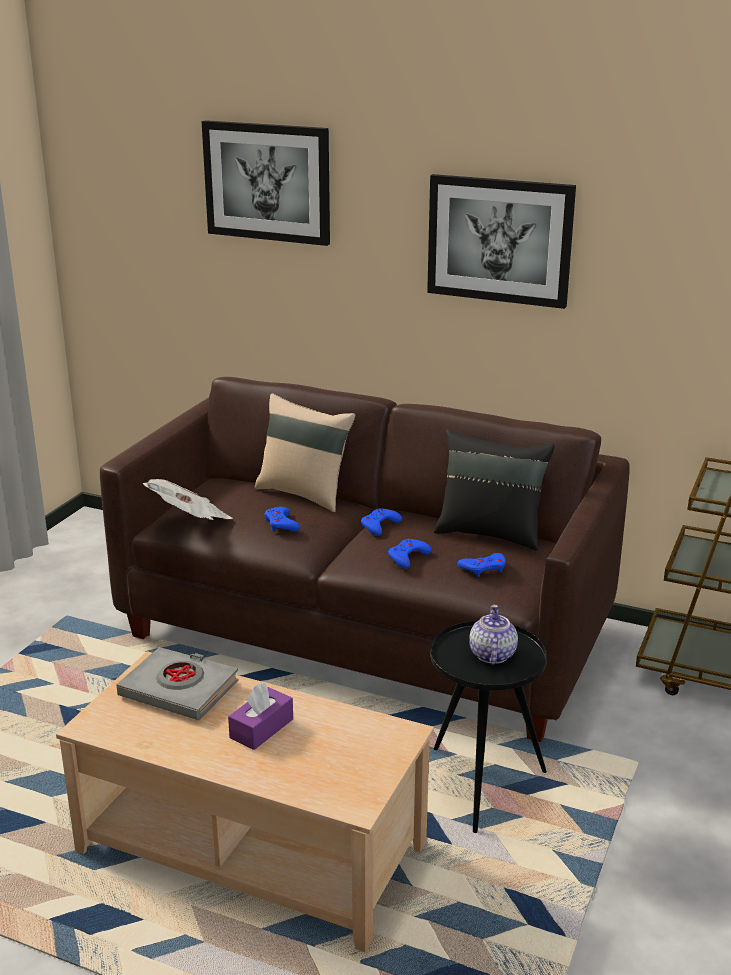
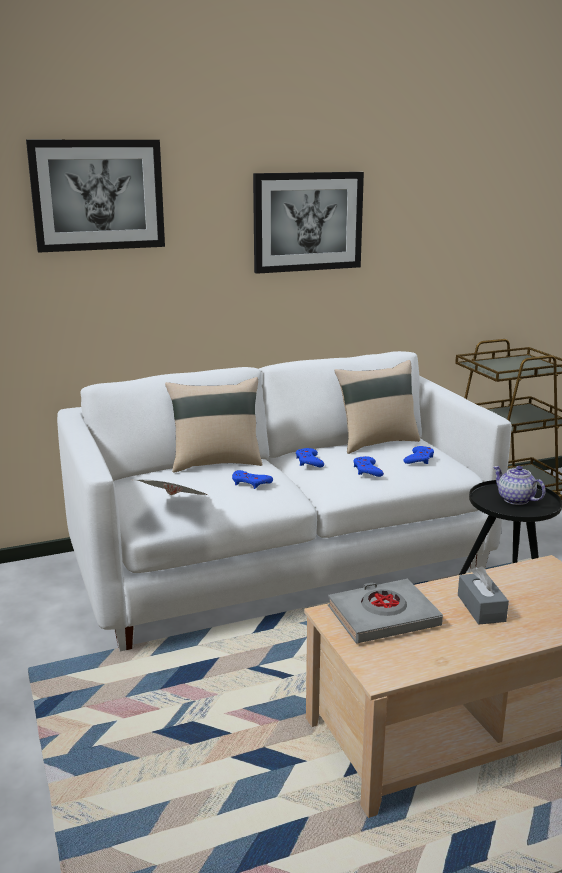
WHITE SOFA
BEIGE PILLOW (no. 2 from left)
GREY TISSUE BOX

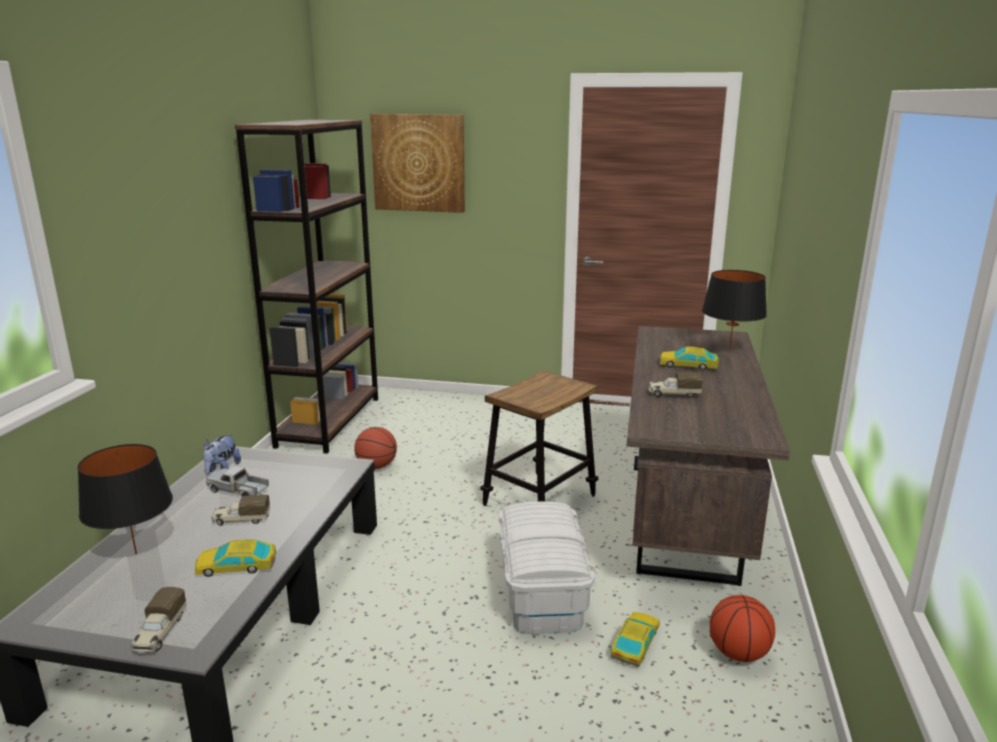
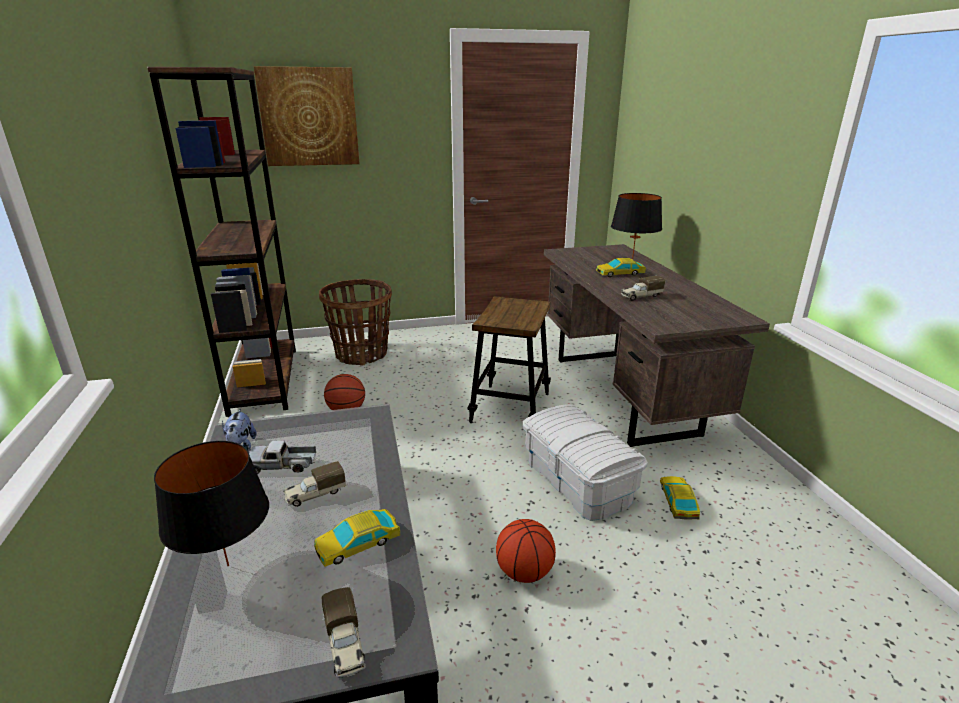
BASKET
BASKETBALL (no. 2 from left)

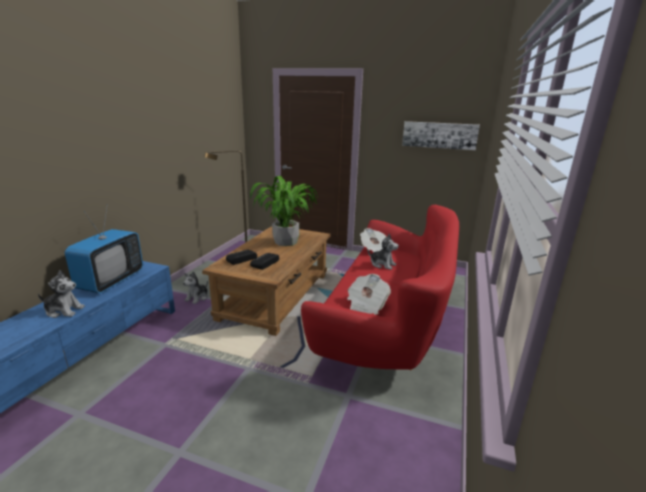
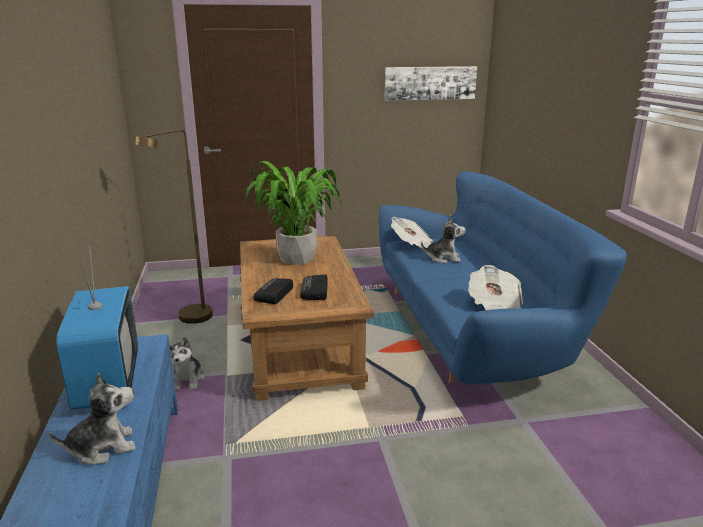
BLUE SOFA

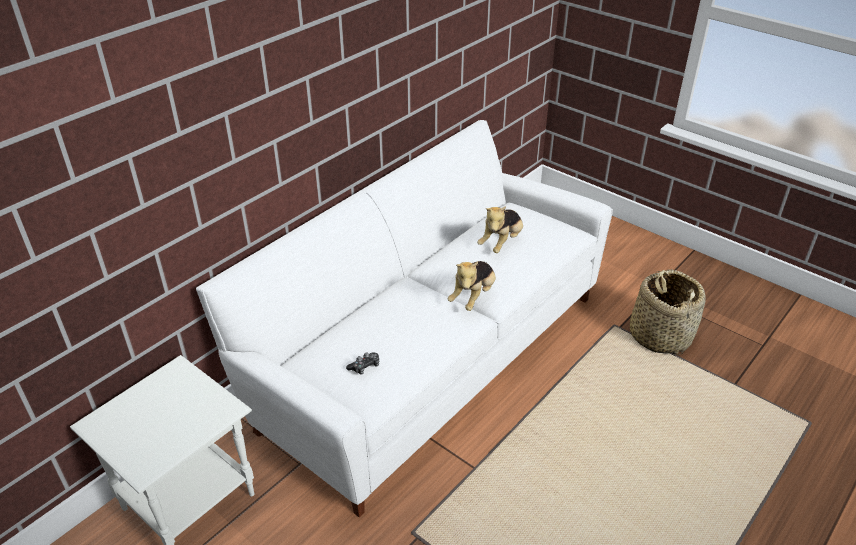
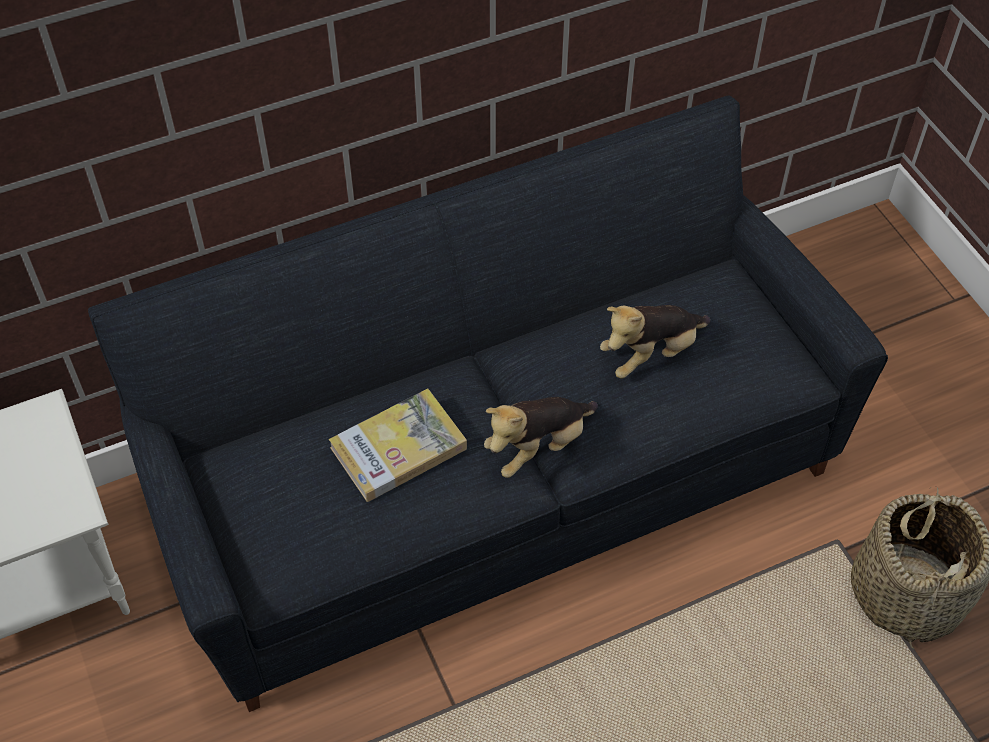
BLACK SOFA
BOOK
GAME CONTROLLER

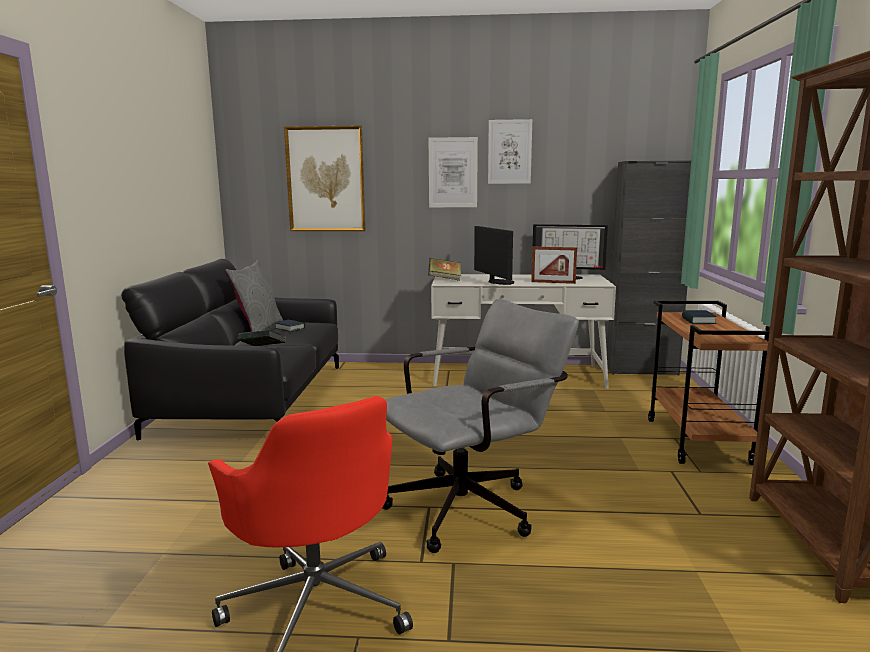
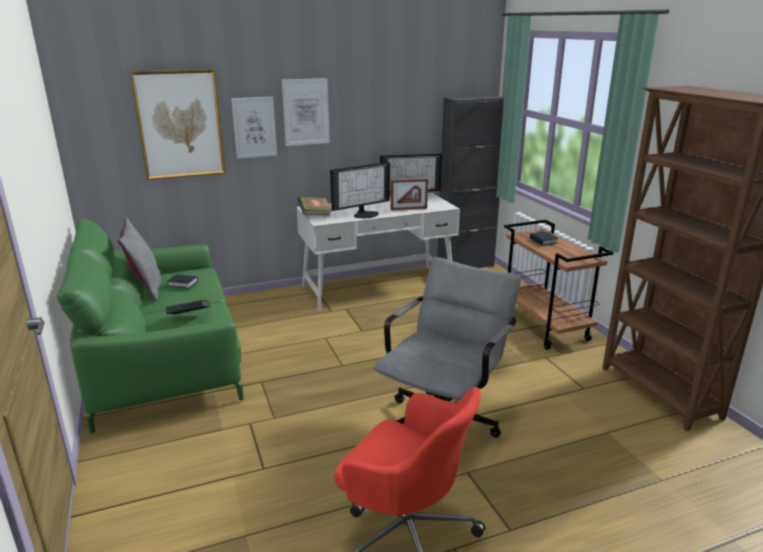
GREEN SOFA
PICTURE (no. 2 from left)
MONITOR (no. 1 from left)

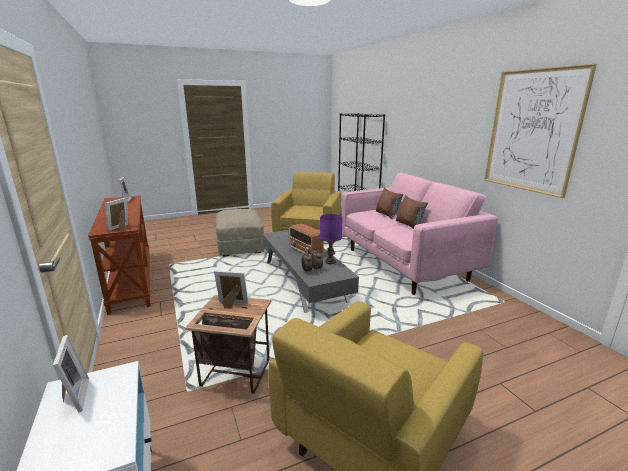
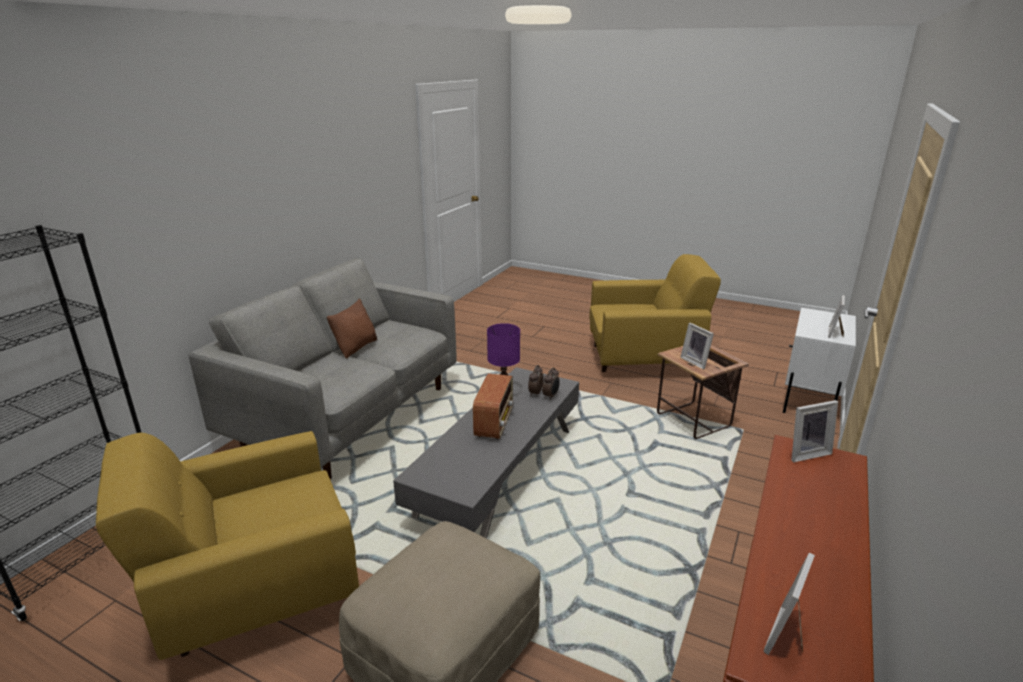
GREY SOFA
BROWN PILLOW (no. 1 from left in the first image)
PICTURE

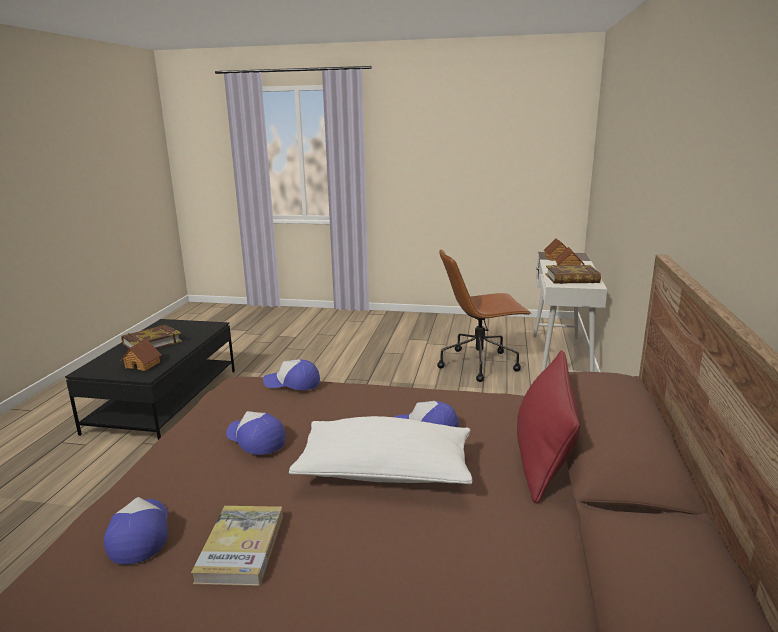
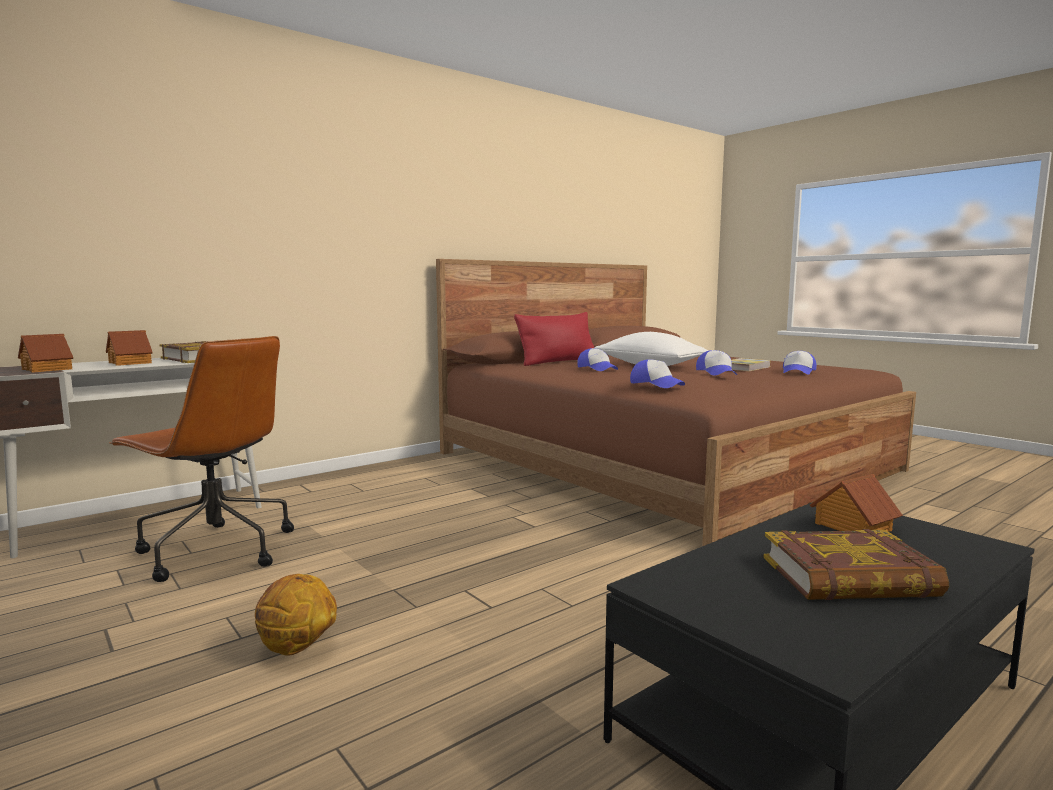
BASKETBALL

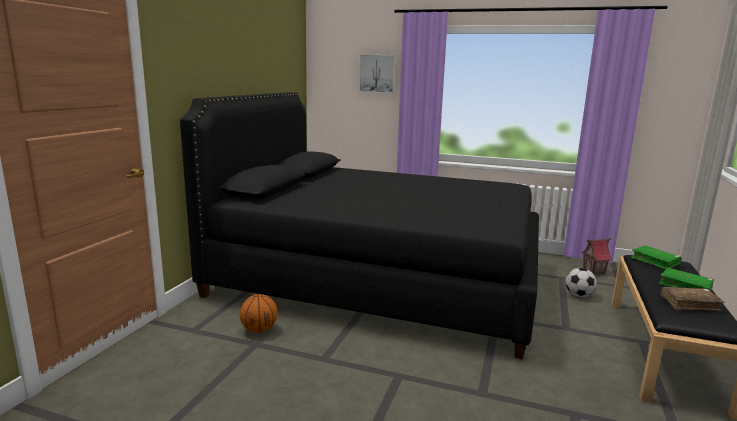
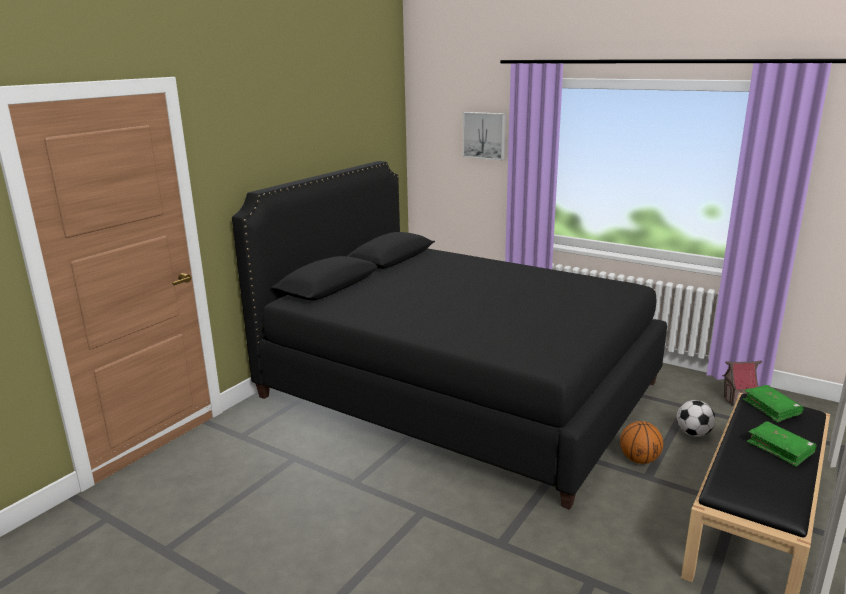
BASKETBALL
BROWN BOOK

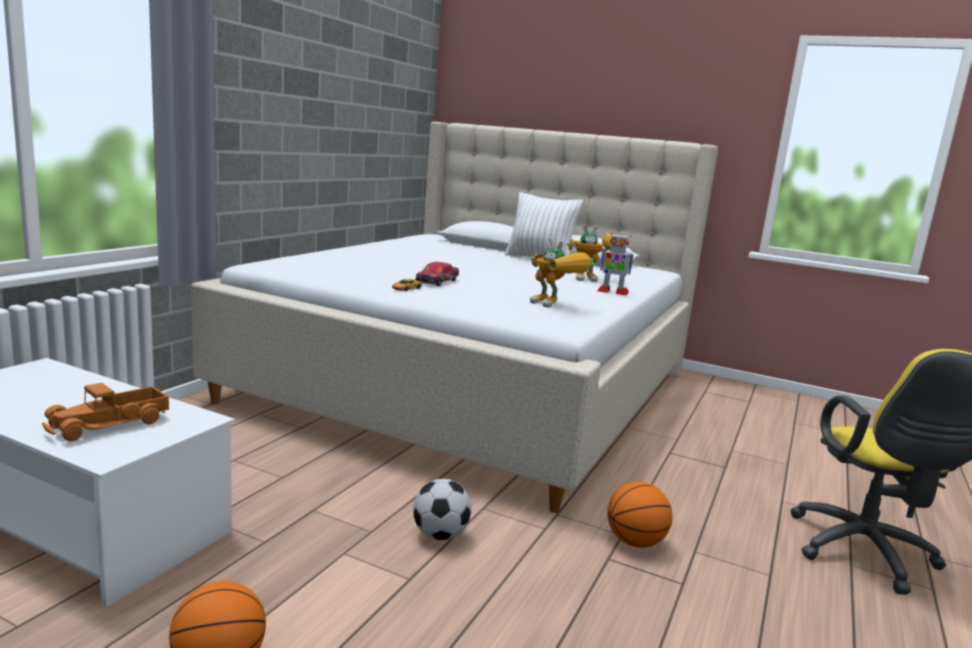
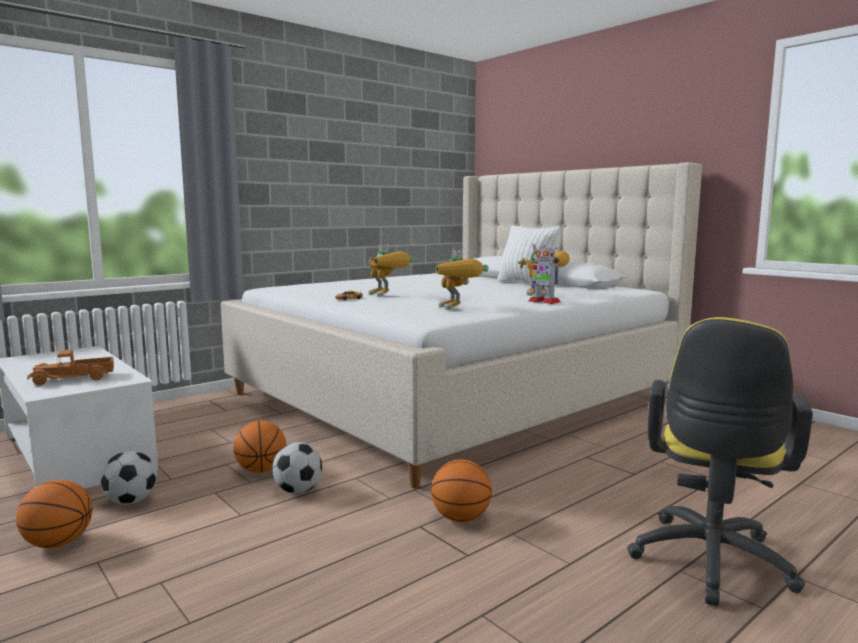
FOOTBALL (no. 1 from left)
BASKETBALL (no. 2 from left)
TOY ROBOT (no. 1 from left)

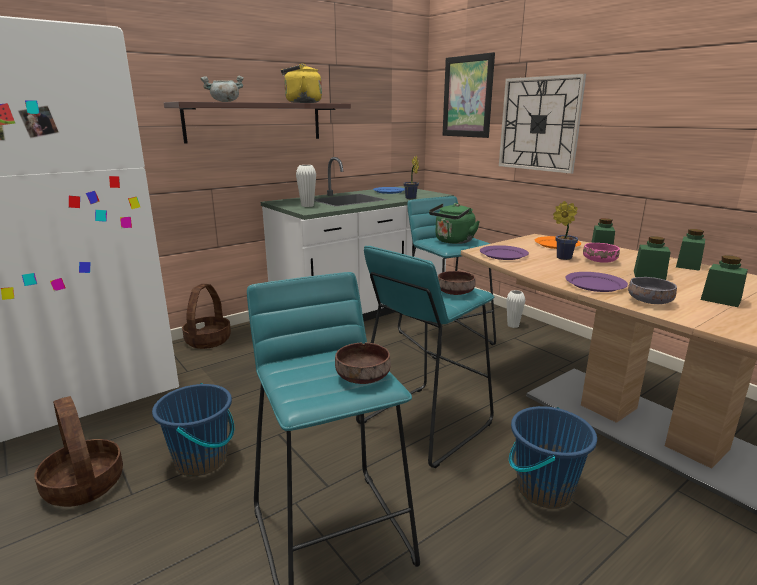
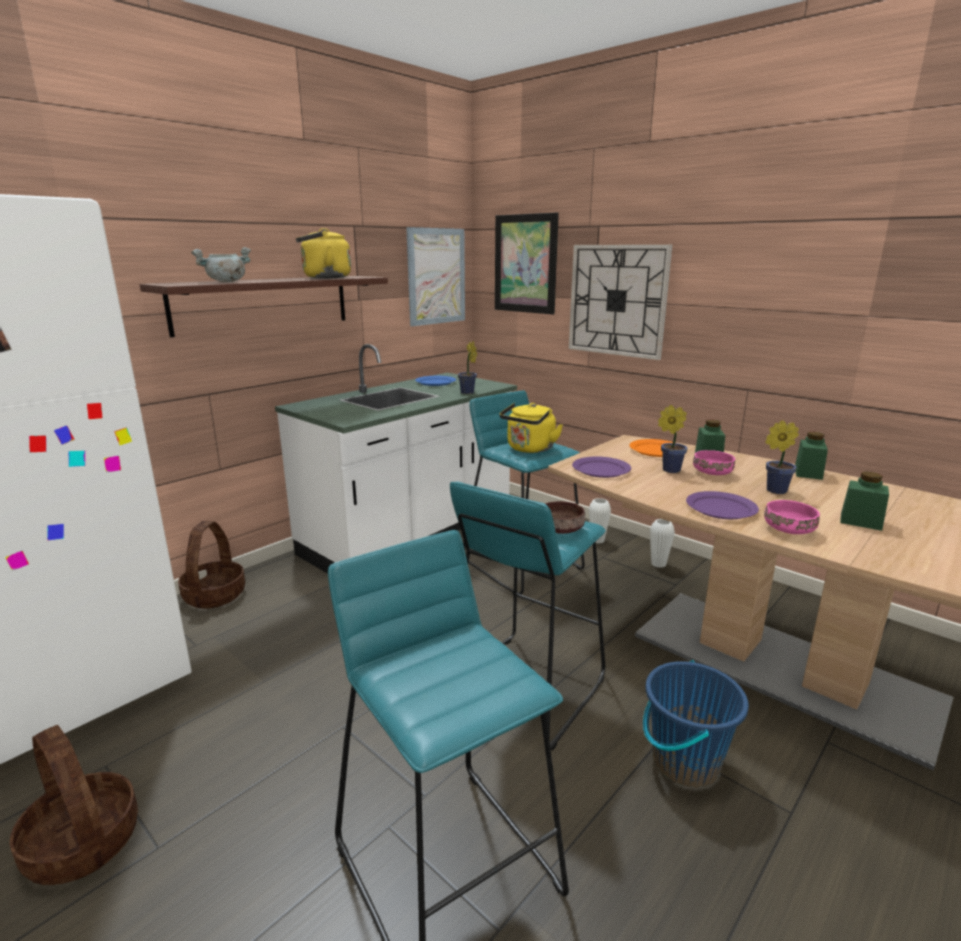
PICTURE (no. 1 from left)
YELLOW KETTLE (no. 2 from left)
WHITE VASE (no. 2 from left)
PINK BOWL (no. 2 from left)
POTTED PLANT (no. 3 from left)
BLUE BUCKET (no. 1 from left in the first image)
BROWN BOWL (no. 1 from left in the first image)

